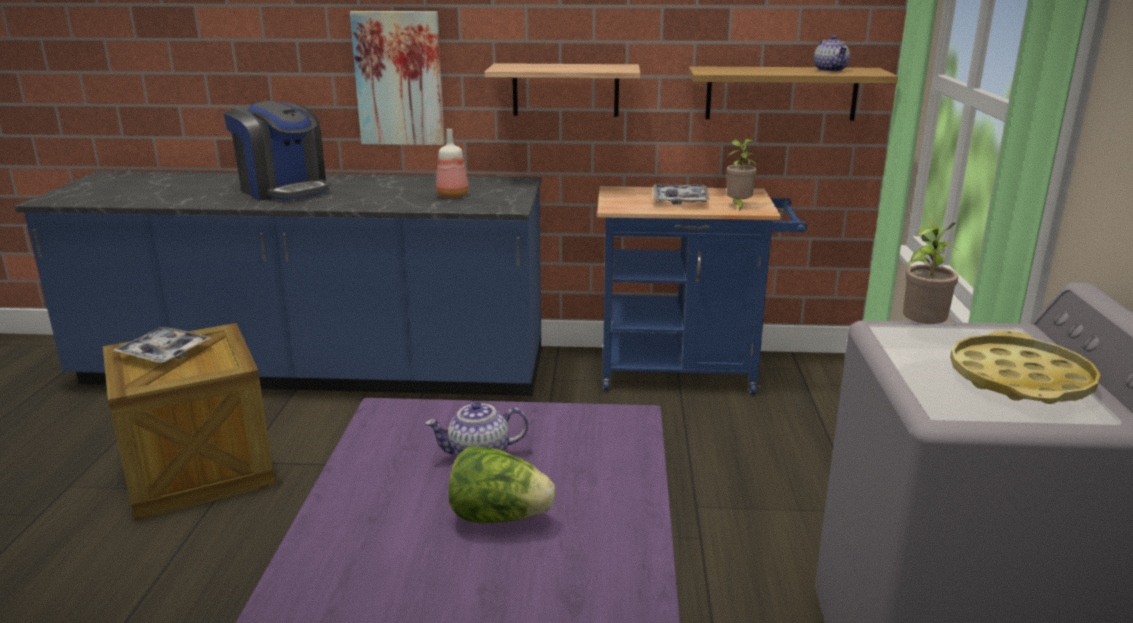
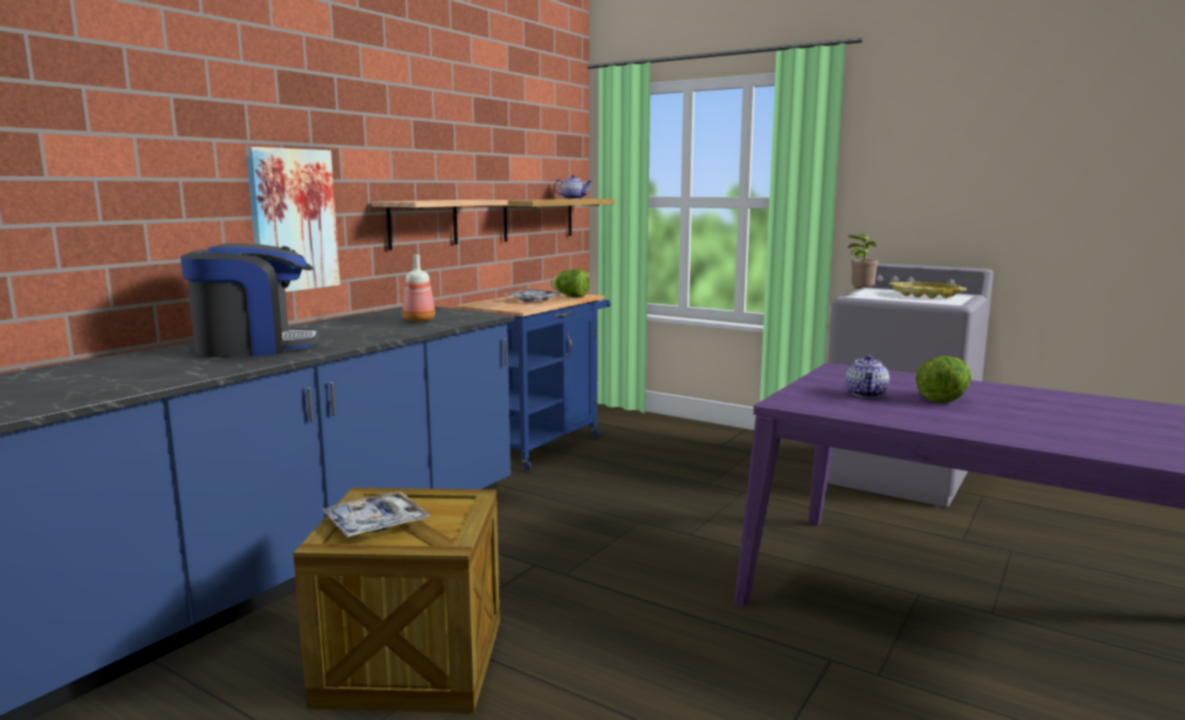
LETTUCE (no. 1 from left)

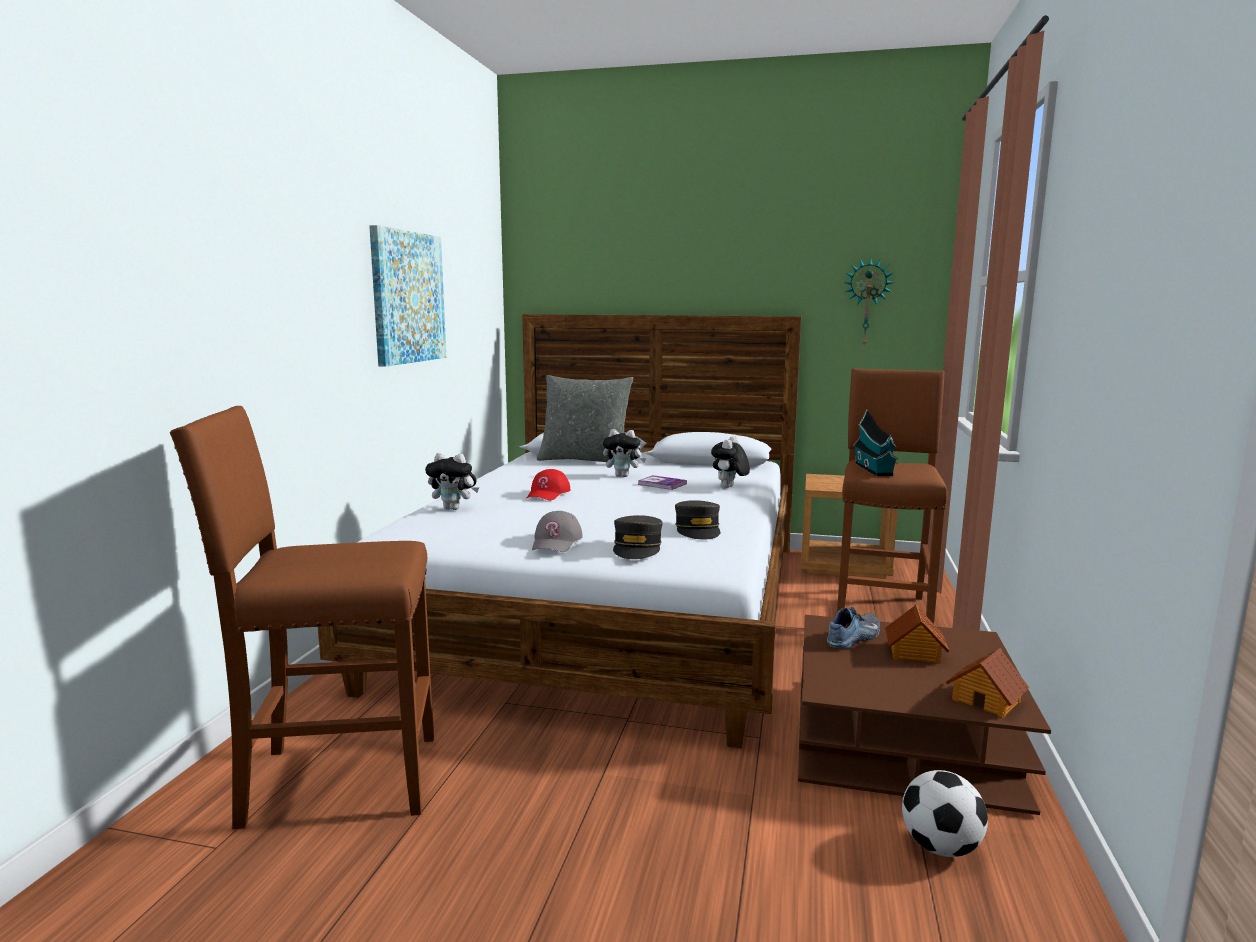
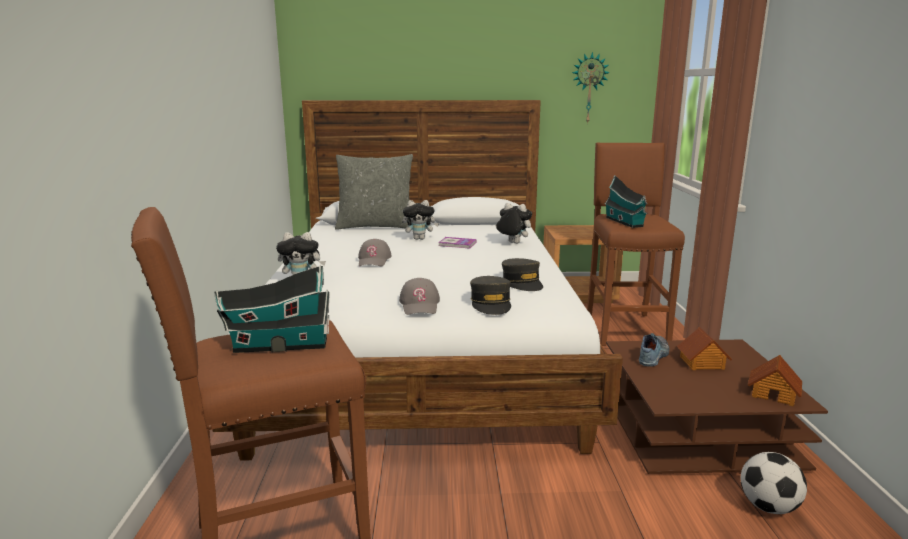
TOY HOUSE (no. 1 from left)
GREY CAP (no. 1 from left)
PLUSH TOY (no. 3 from left)
PICTURE

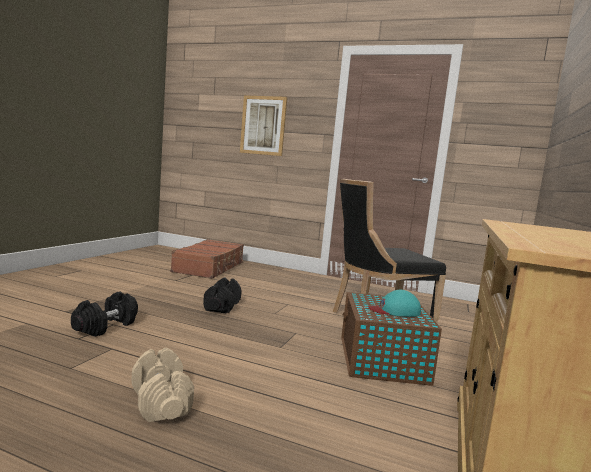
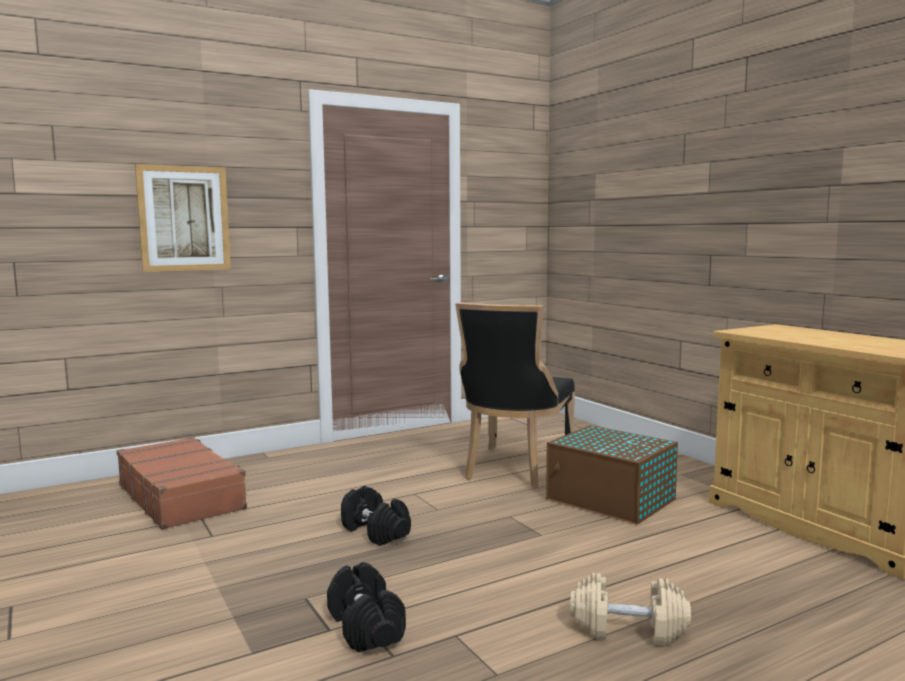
TURQUOISE CAP

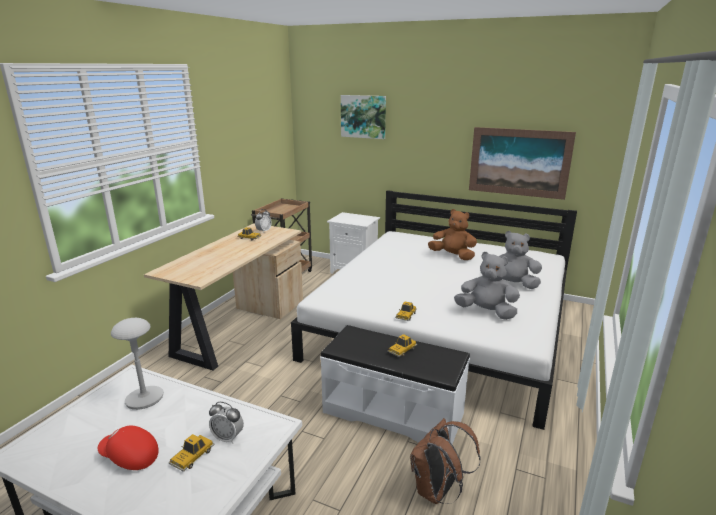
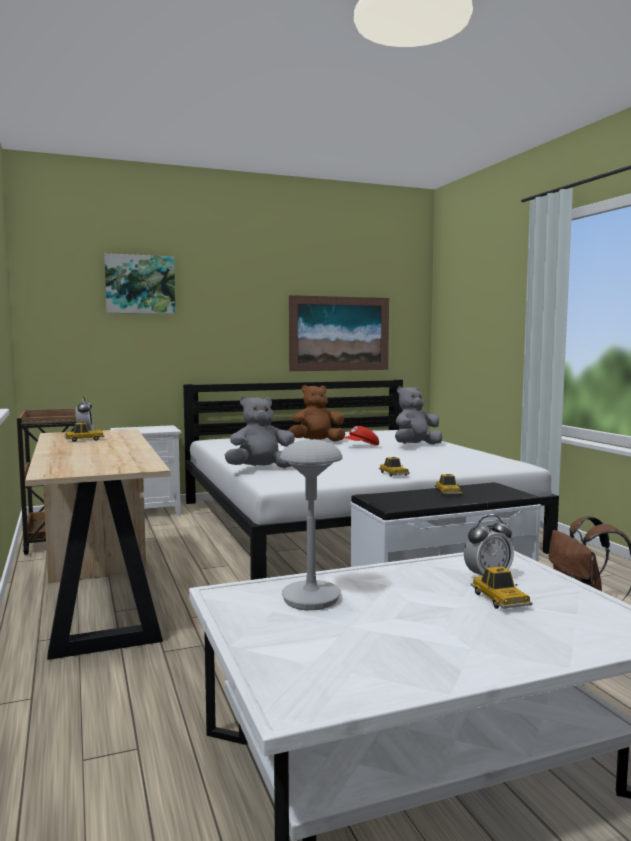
GREY PLUSH TOY (no. 1 from left)
RED CAP

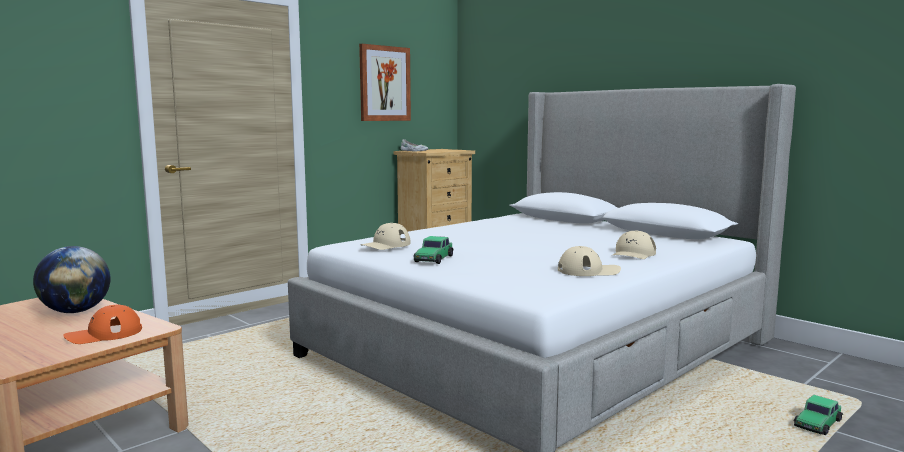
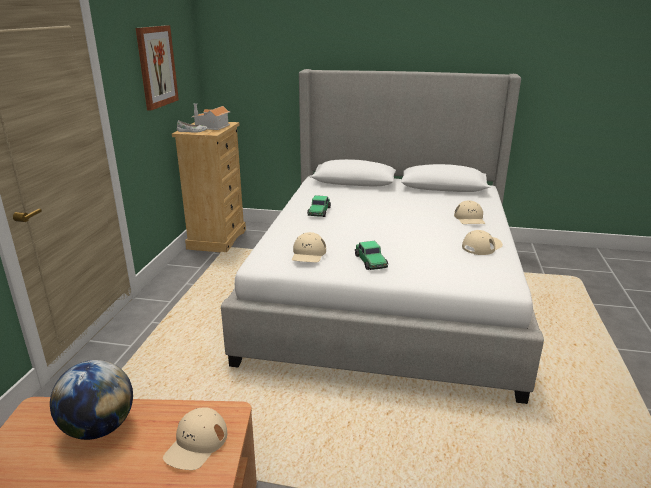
BEIGE CAP (no. 1 from left)
TOY HOUSE
TOY CAR (no. 1 from left)

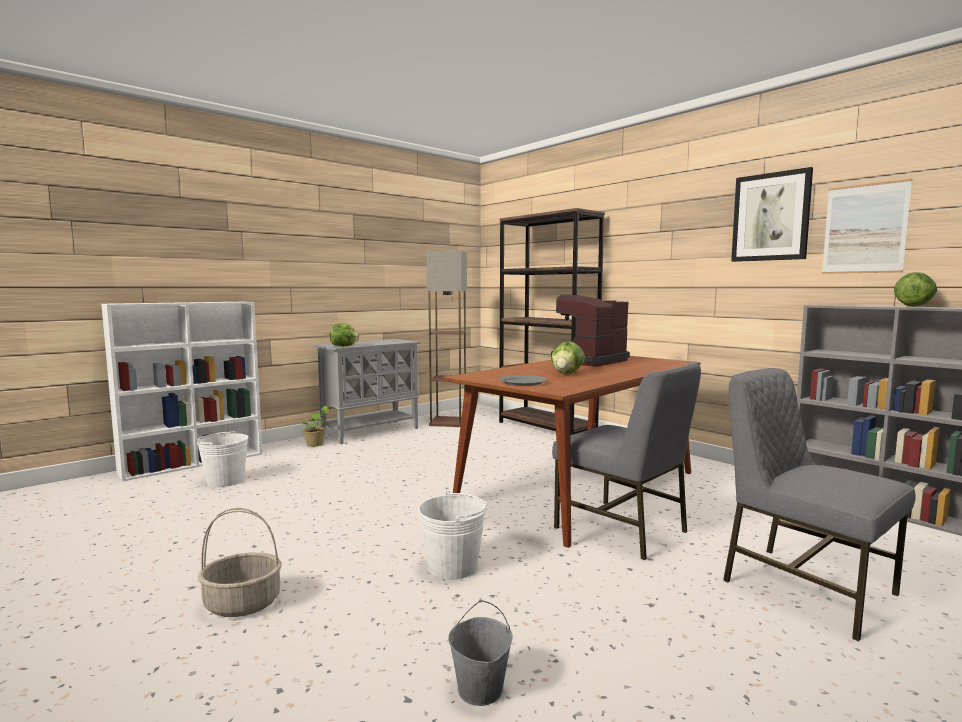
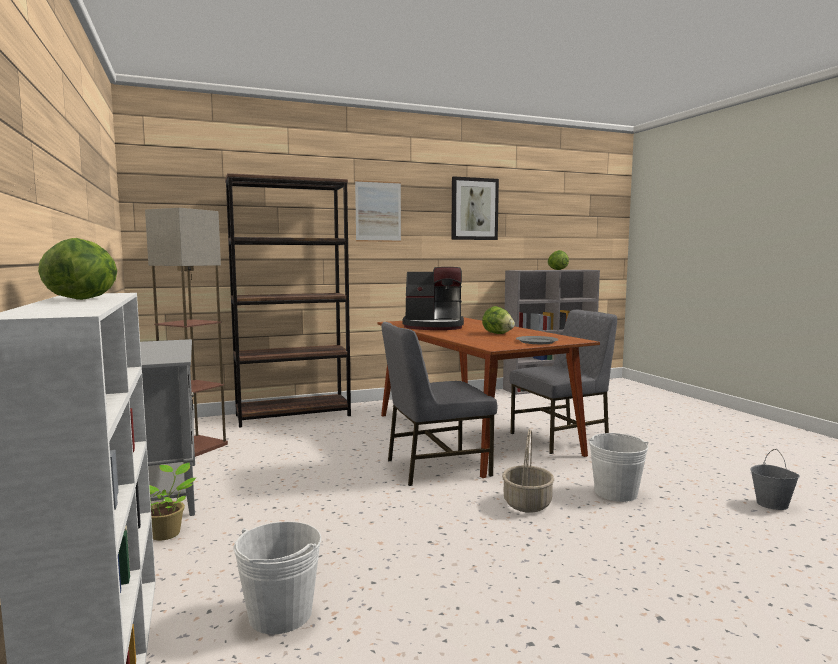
LETTUCE (no. 1 from left)
PICTURE (no. 1 from left)
GREY CHAIR (no. 1 from left)
COFFEE MACHINE
BASKET

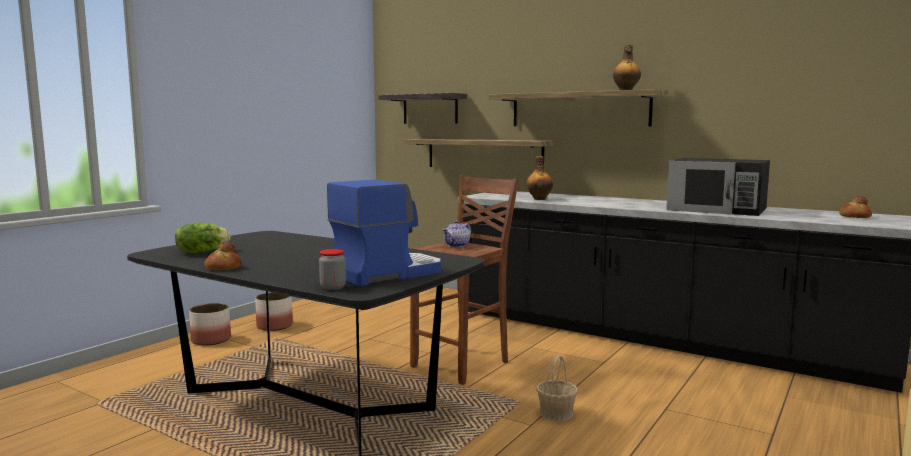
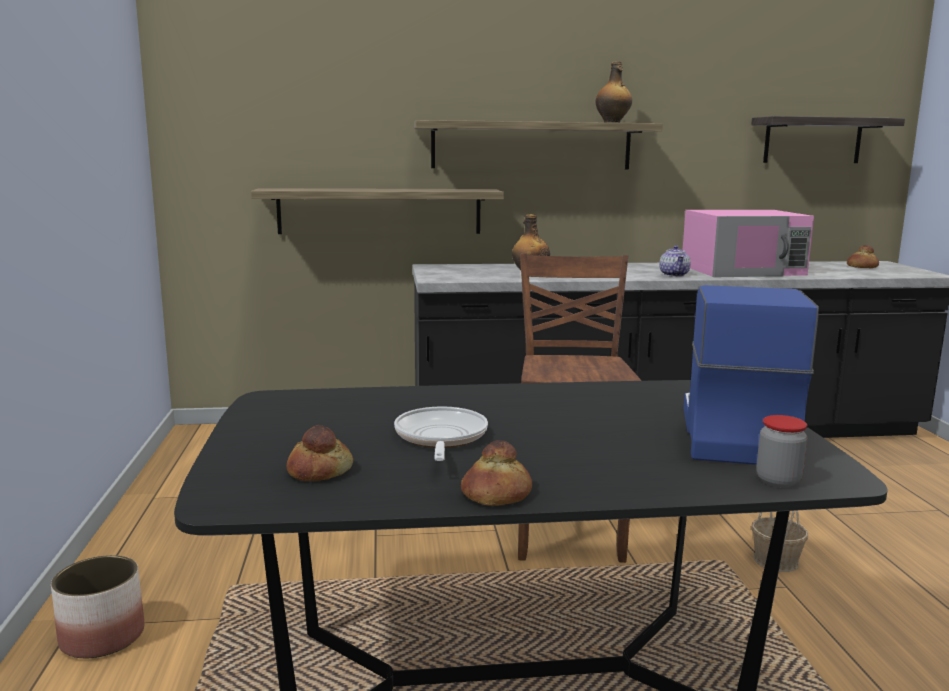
BREAD (no. 1 from left)
FRYING PAN
TEAPOT
PINK MICROWAVE
SHELF (no. 3 from left)
PLANTER (no. 2 from left in the first image)

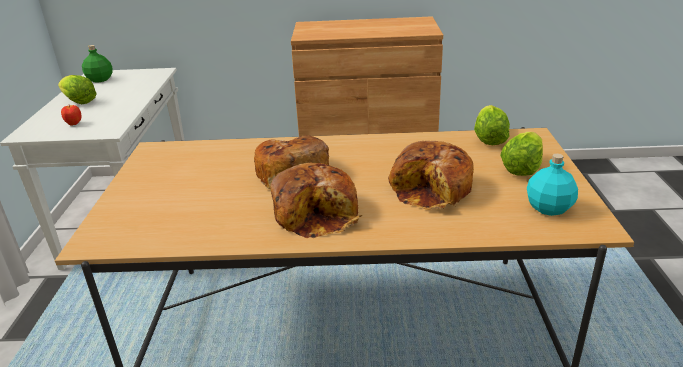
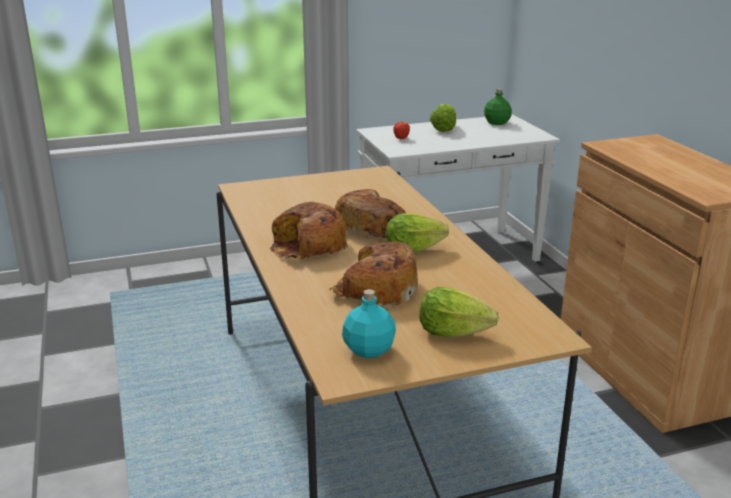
LETTUCE (no. 1 from left)

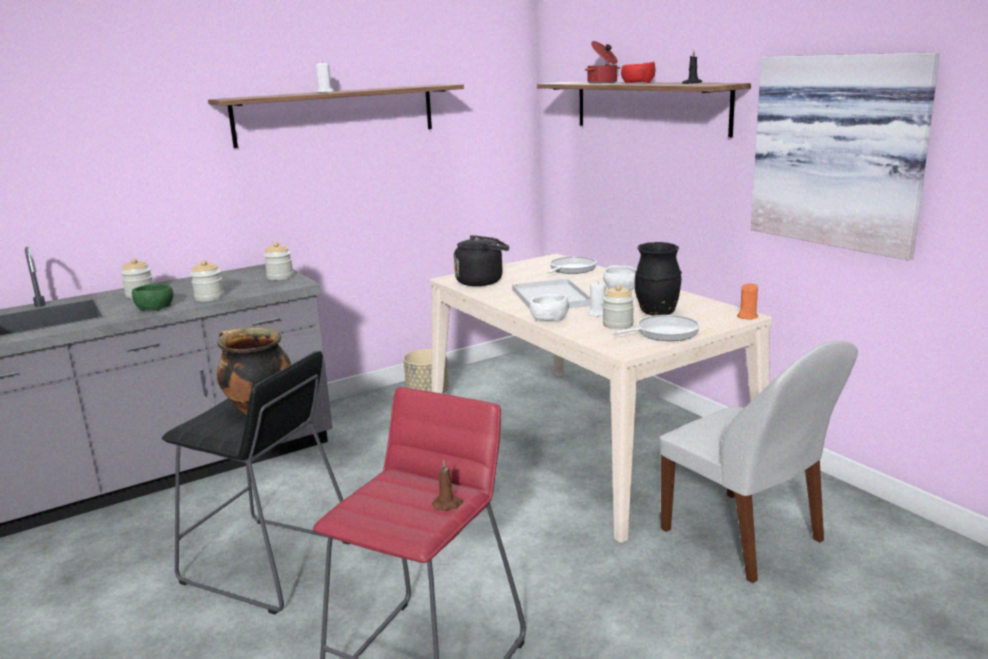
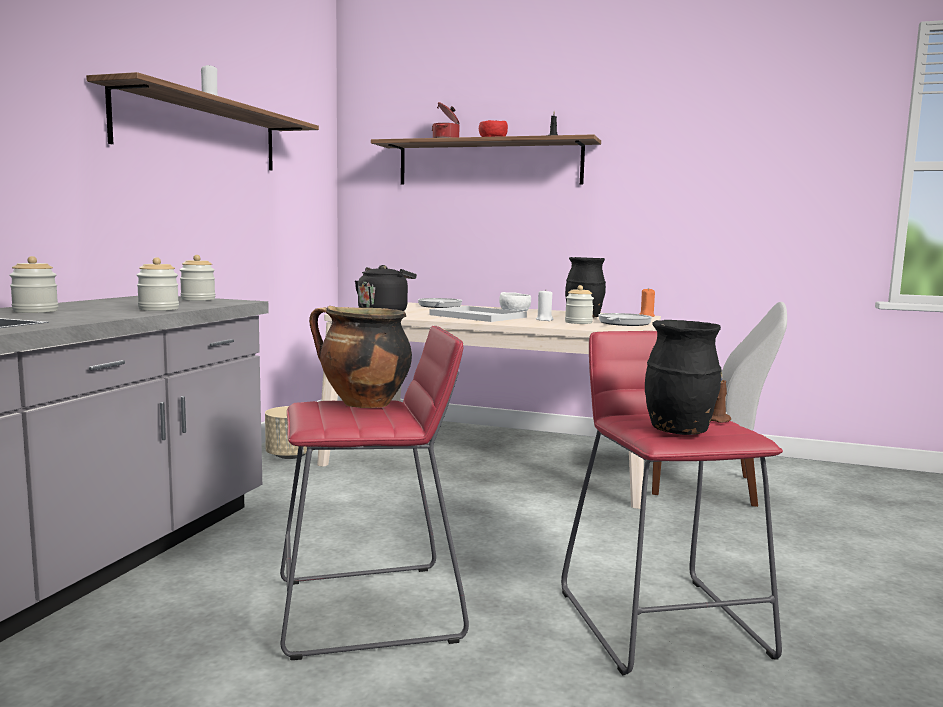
RED STOOL (no. 1 from left)
BLACK VASE (no. 2 from left)
GREEN BOWL
WHITE BOWL (no. 1 from left in the first image)
PICTURE

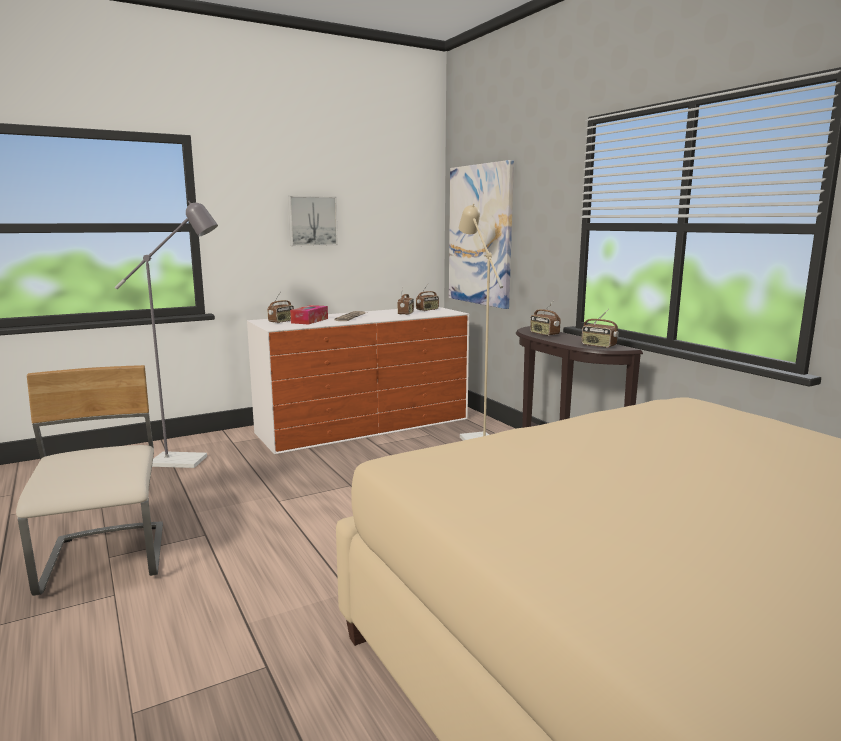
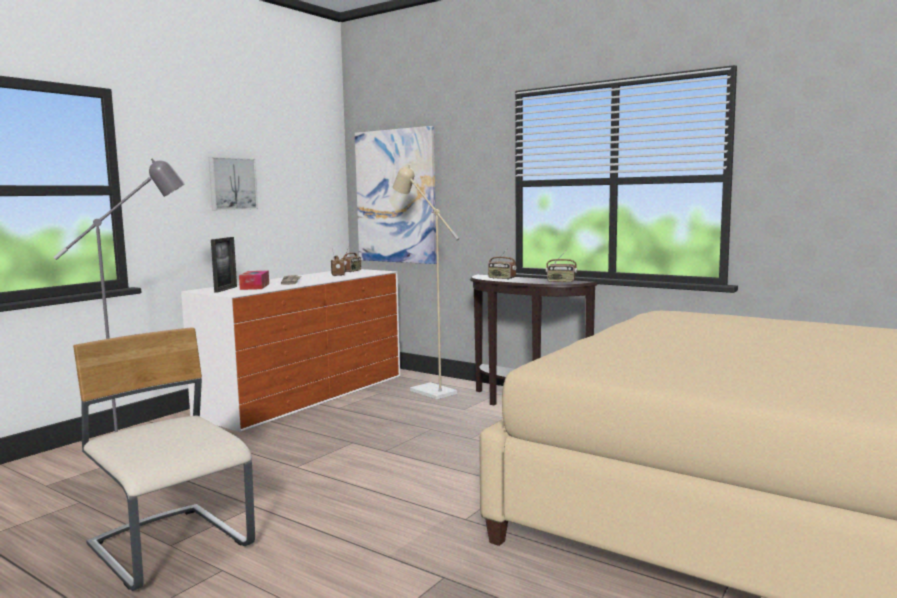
PICTURE FRAME

